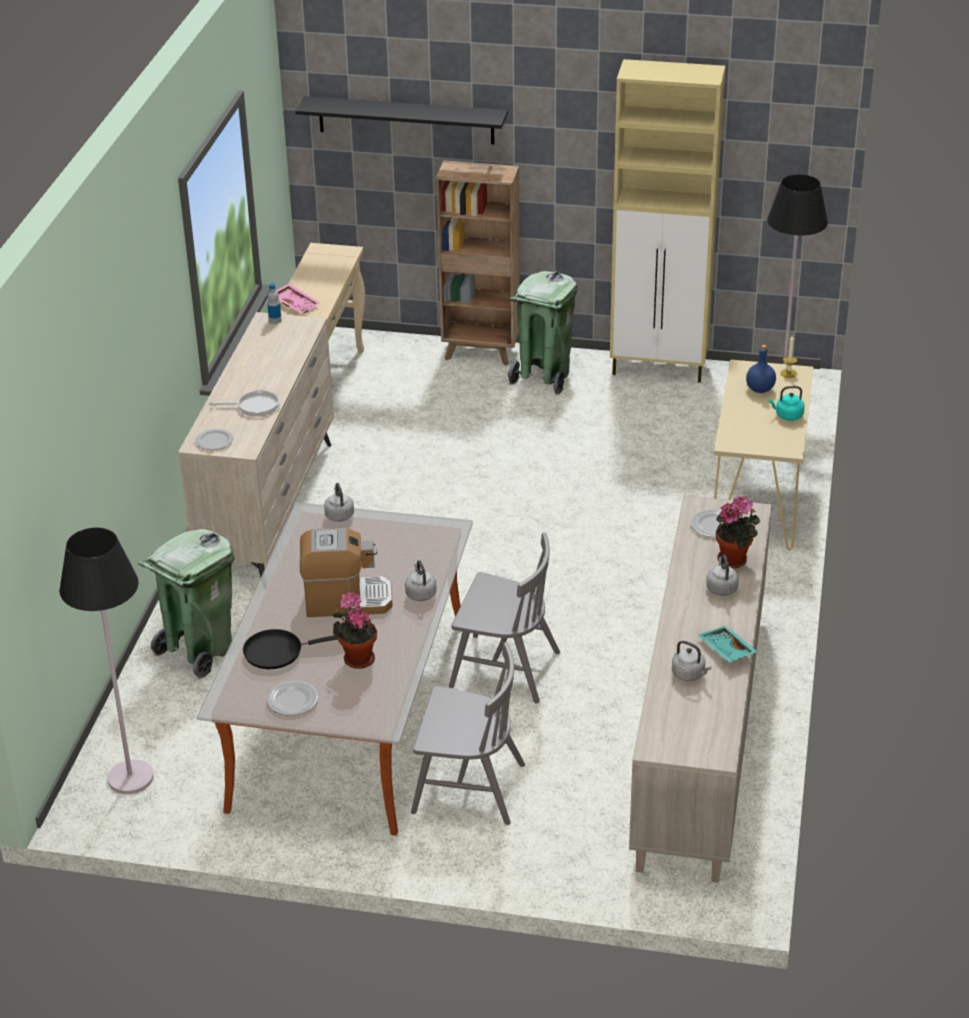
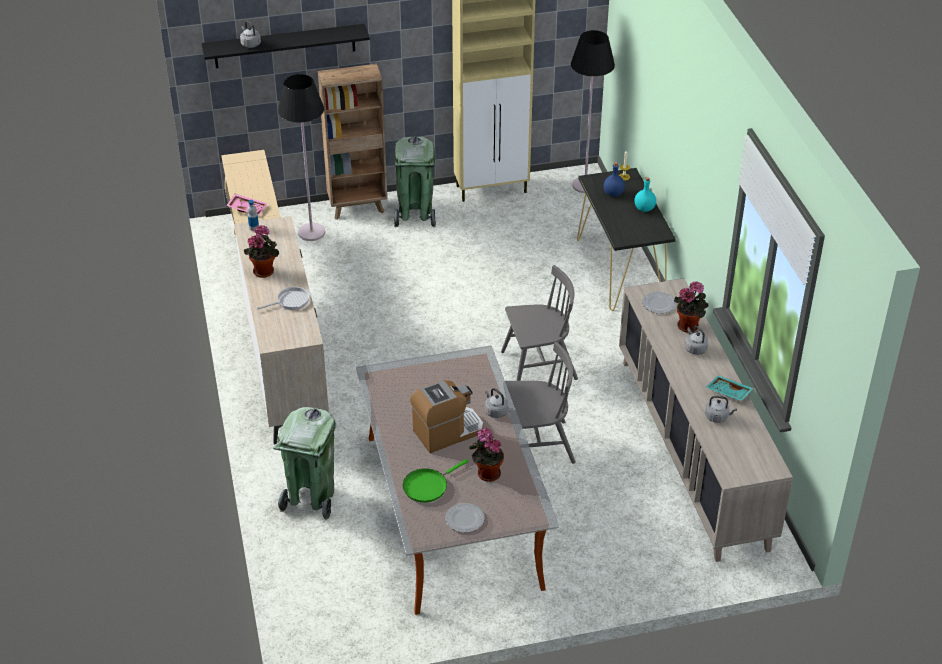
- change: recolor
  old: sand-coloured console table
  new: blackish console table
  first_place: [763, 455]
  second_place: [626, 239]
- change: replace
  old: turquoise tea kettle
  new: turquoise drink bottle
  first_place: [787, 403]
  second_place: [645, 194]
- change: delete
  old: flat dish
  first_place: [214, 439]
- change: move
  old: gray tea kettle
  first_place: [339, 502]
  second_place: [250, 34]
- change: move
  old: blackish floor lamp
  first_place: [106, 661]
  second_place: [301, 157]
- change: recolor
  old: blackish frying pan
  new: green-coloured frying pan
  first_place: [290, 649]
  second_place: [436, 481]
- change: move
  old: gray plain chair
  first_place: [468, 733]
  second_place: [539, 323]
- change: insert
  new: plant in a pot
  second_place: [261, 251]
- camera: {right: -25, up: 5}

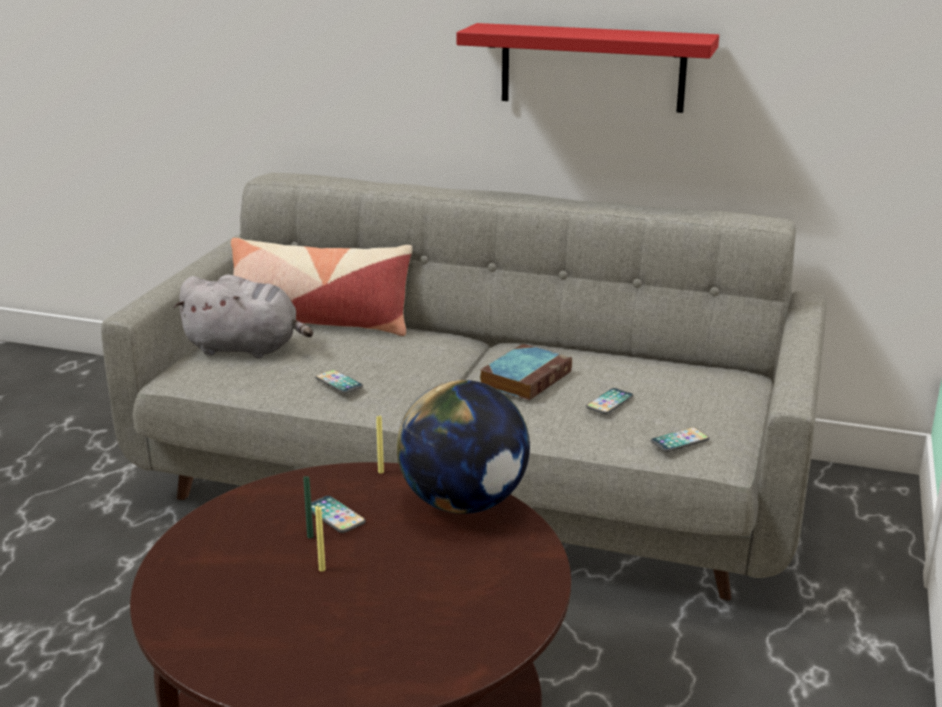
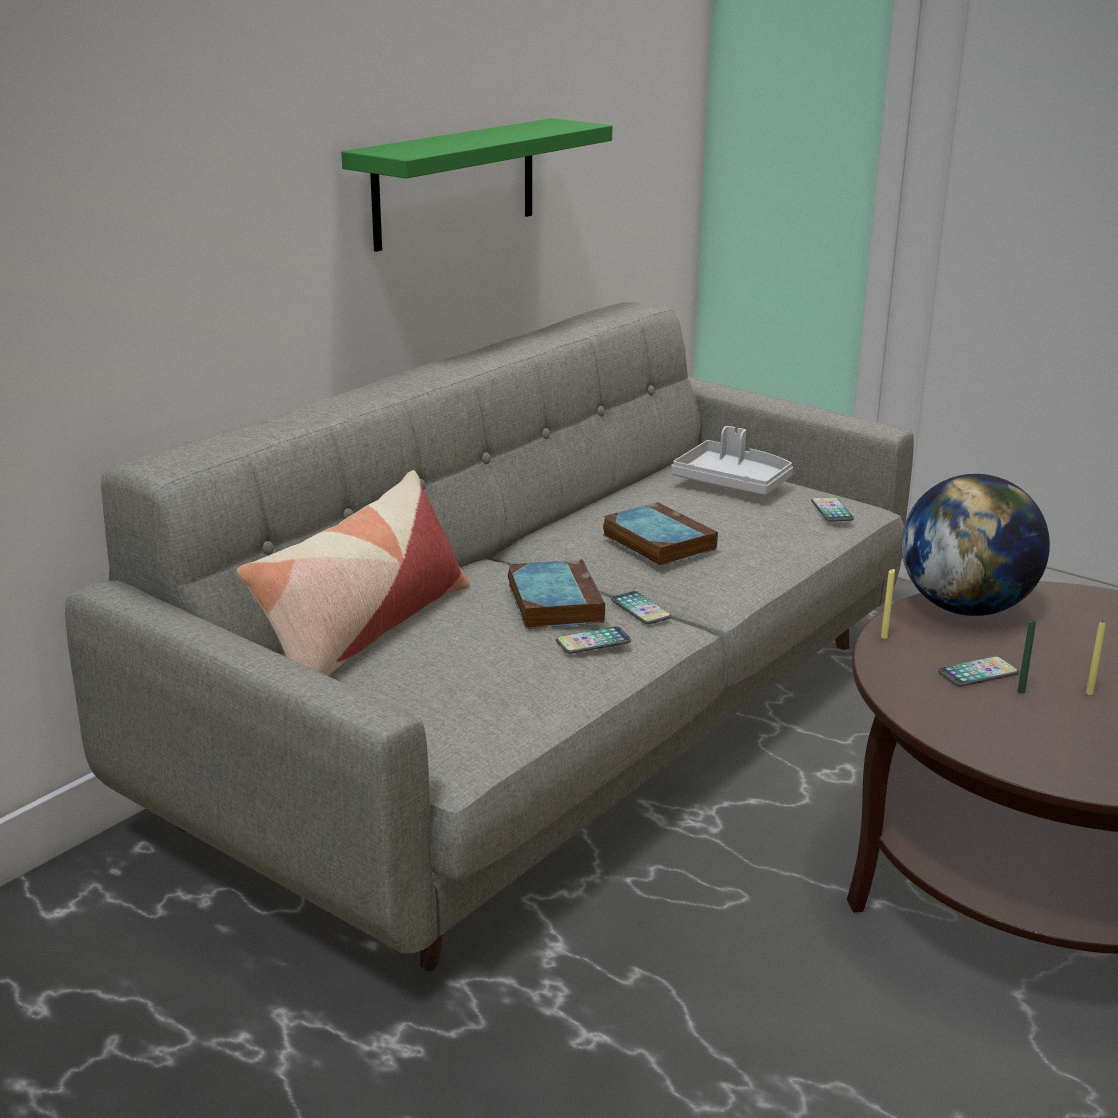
- change: recolor
  old: reddish shelf
  new: green-coloured shelf
  first_place: [587, 68]
  second_place: [476, 185]
- change: delete
  old: gray cuddly toy
  first_place: [243, 316]
- change: move
  old: handset
  first_place: [610, 401]
  second_place: [641, 607]
- change: insert
  new: gray carrying tray
  second_place: [732, 460]
- change: insert
  new: book
  second_place: [556, 594]
- camera: {right: -70, up: 0}

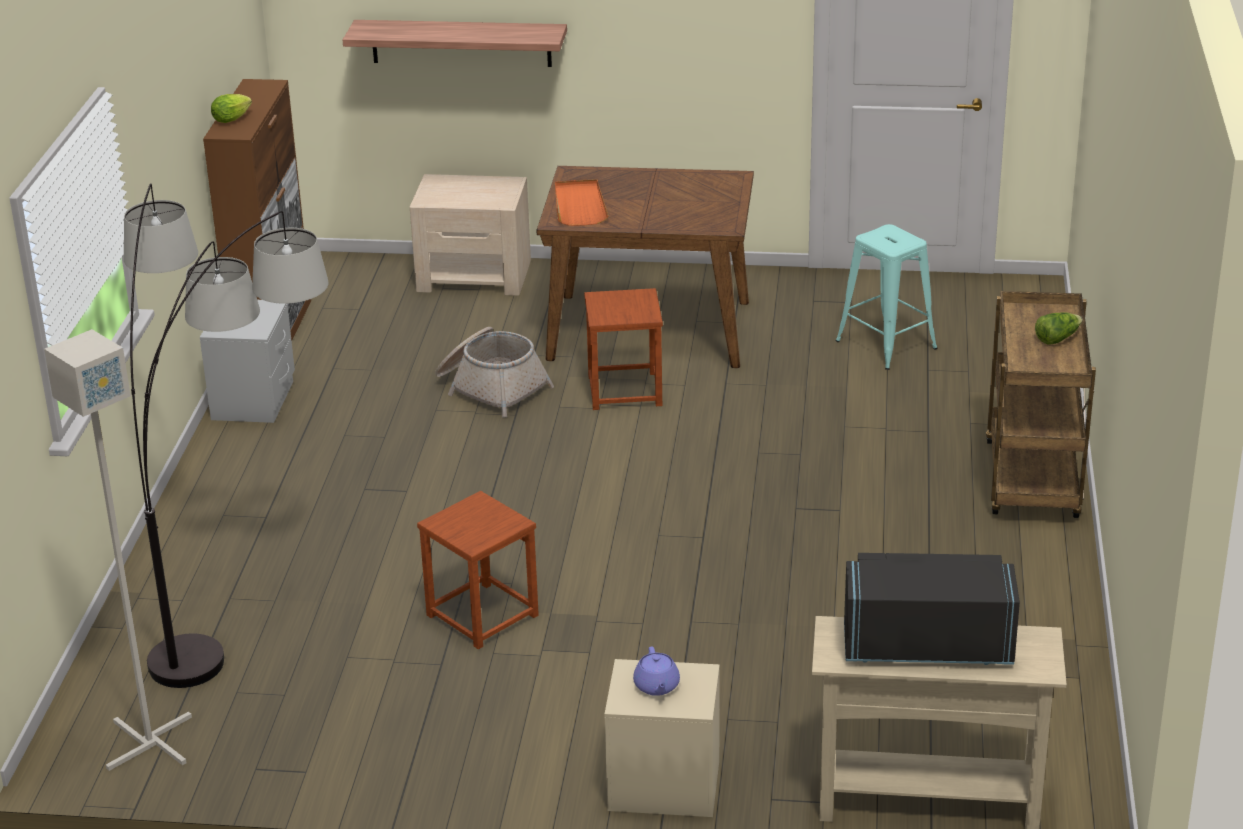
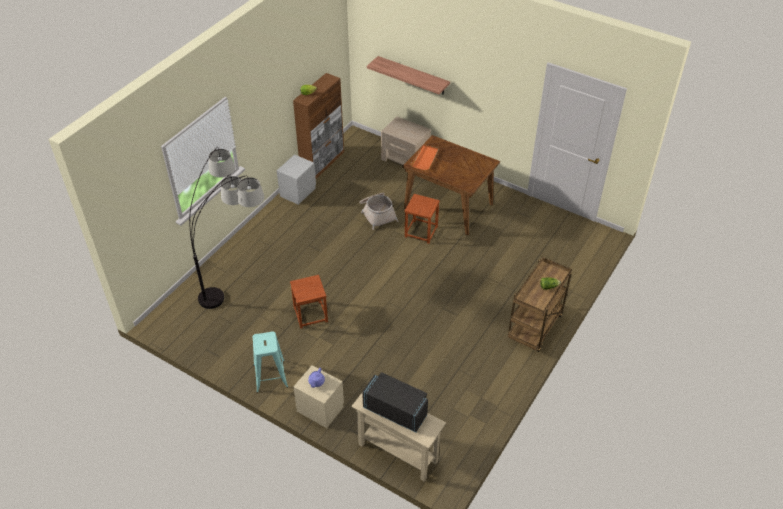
- change: move
  old: turquoise stool
  first_place: [886, 297]
  second_place: [270, 362]
- change: delete
  old: gray floor lamp
  first_place: [118, 550]
- camera: {right: 25, up: 15}

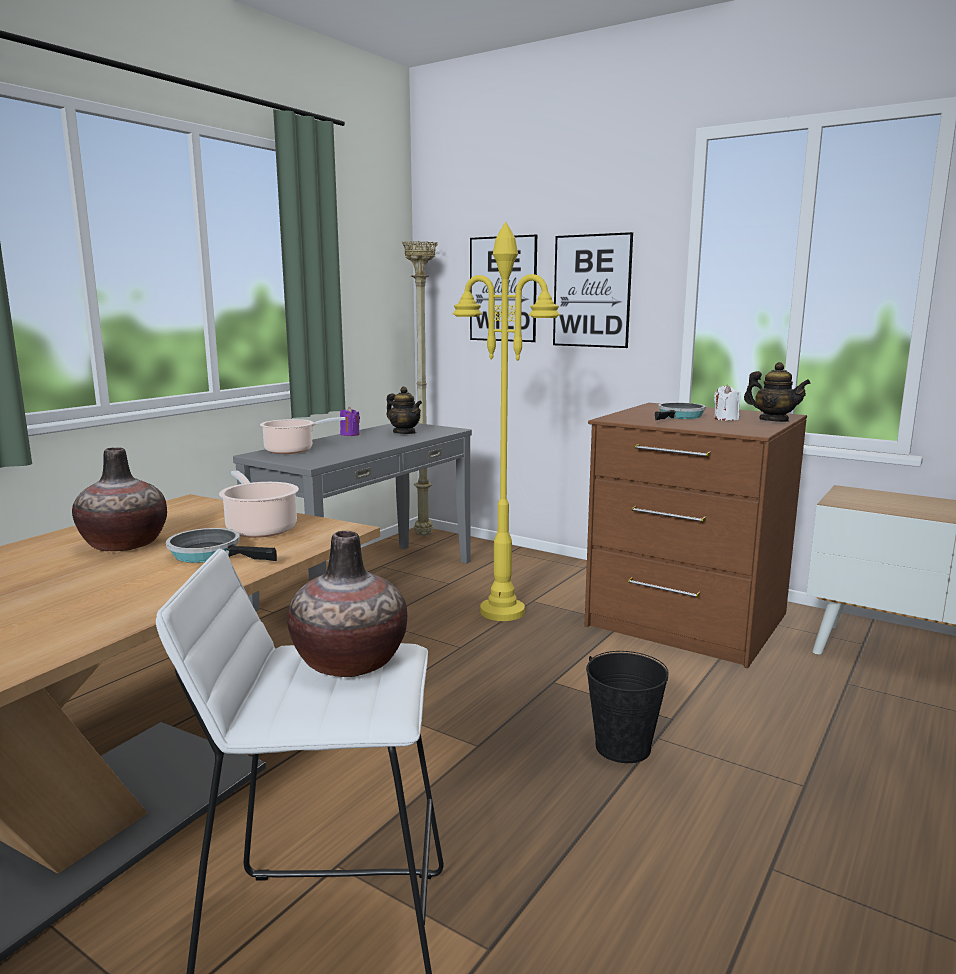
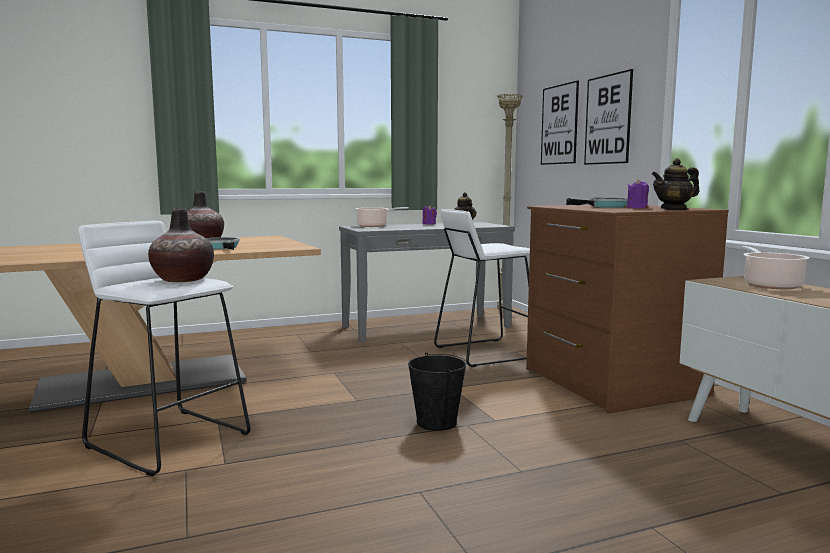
- change: replace
  old: yellow-coloured floor lamp
  new: whitish stool
  first_place: [506, 421]
  second_place: [482, 288]
- change: rotate
  old: teapot
  first_place: [777, 392]
  second_place: [676, 184]
  degrees: 90
- change: recolor
  old: whitish wax light
  new: purple wax light
  first_place: [727, 403]
  second_place: [638, 194]
- change: move
  old: cooking pot
  first_place: [259, 504]
  second_place: [775, 267]
- camera: {right: 35, up: -5}

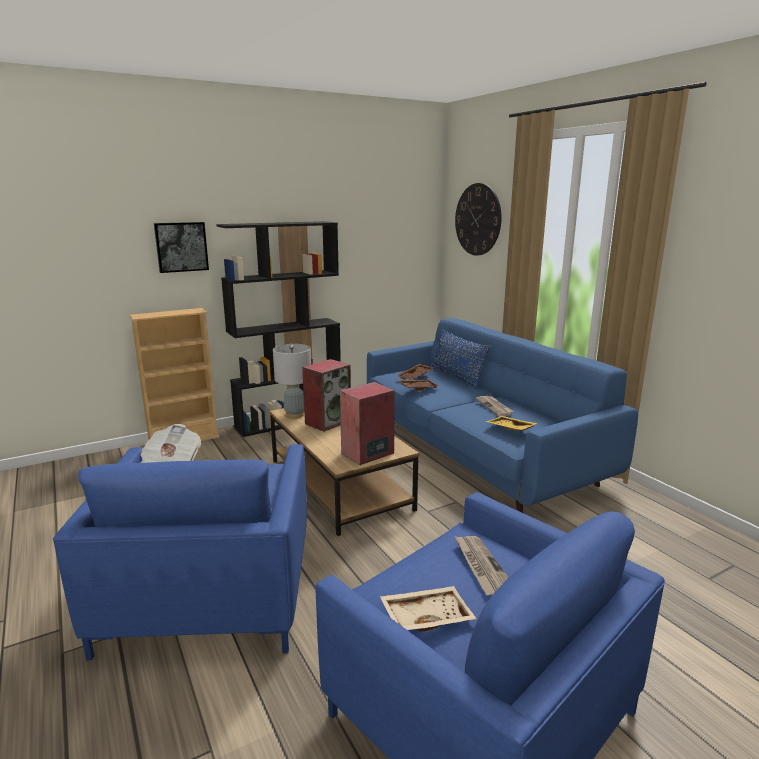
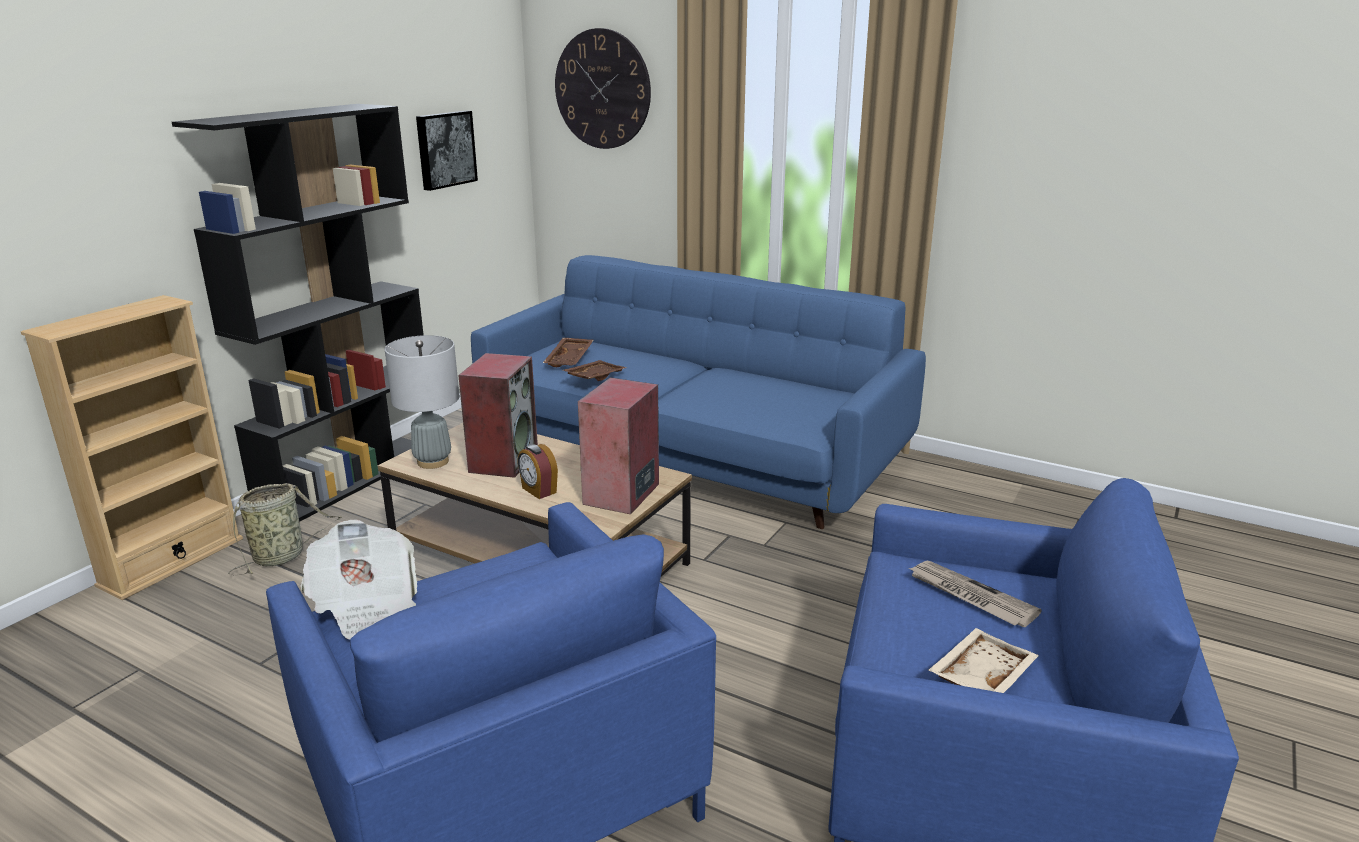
- change: move
  old: wall art
  first_place: [181, 247]
  second_place: [447, 150]
- change: delete
  old: blue-coloured throw pillow
  first_place: [460, 359]
- change: delete
  old: printed paper
  first_place: [494, 406]
- change: delete
  old: yellow-coloured carrying tray
  first_place: [511, 423]
- change: insert
  new: alarm clock
  second_place: [537, 471]
- change: insert
  new: basket
  second_place: [285, 529]
- camera: {right: -30, up: 5}

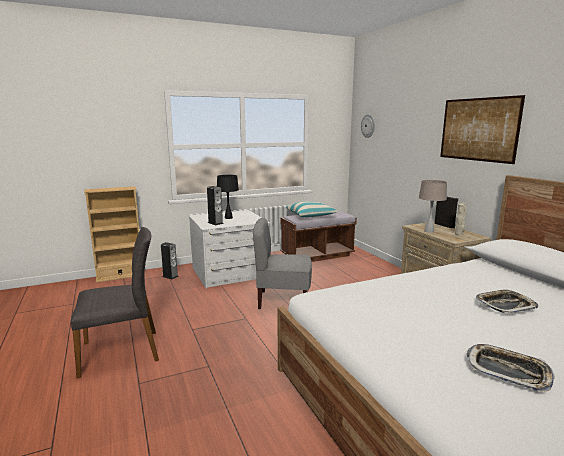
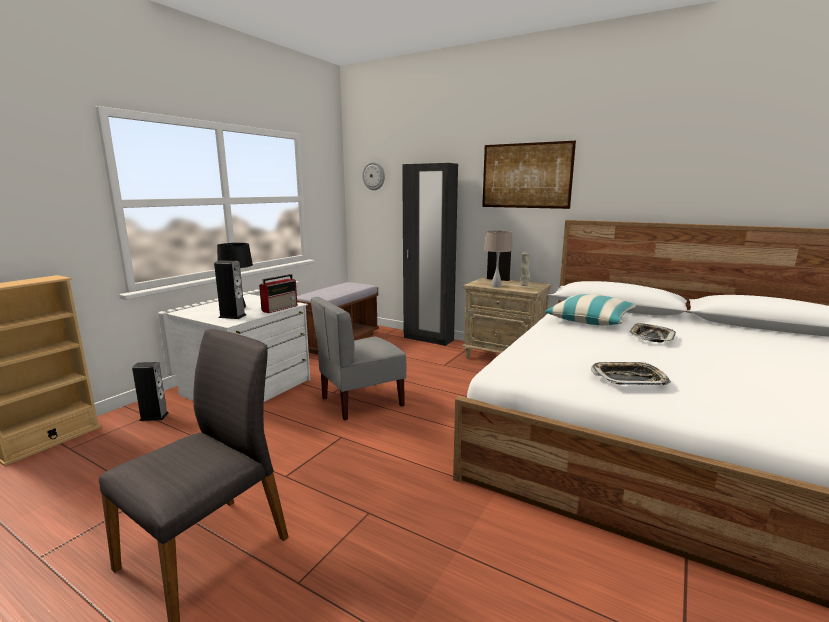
- change: move
  old: throw pillow
  first_place: [312, 209]
  second_place: [590, 309]
- change: move
  old: carrying tray
  first_place: [510, 368]
  second_place: [631, 373]
- change: insert
  new: blackish wardrobe
  second_place: [430, 254]
- change: insert
  new: radio set
  second_place: [278, 293]
- camera: {right: -35, up: 0}

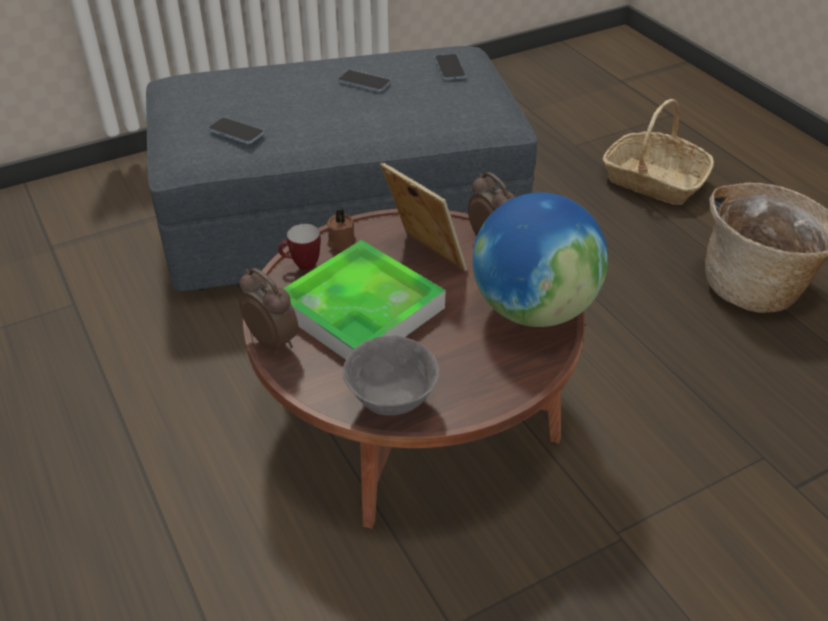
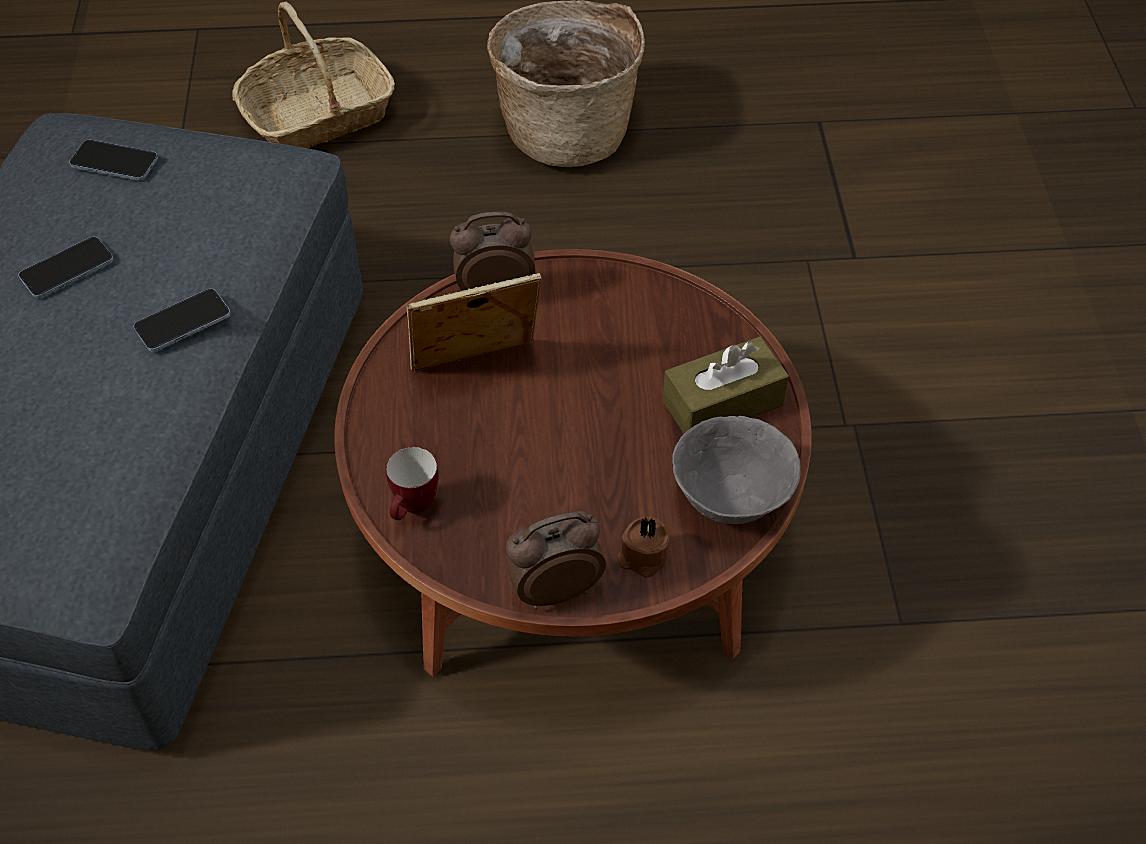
- change: move
  old: handset
  first_place: [236, 130]
  second_place: [182, 320]
- change: delete
  old: world globe
  first_place: [540, 259]
- change: move
  old: brown wax light
  first_place: [341, 229]
  second_place: [644, 546]
- change: delete
  old: carrying tray
  first_place: [364, 300]
- change: insert
  new: brown tissue box
  second_place: [726, 385]
- camera: {right: -65, up: 10}

